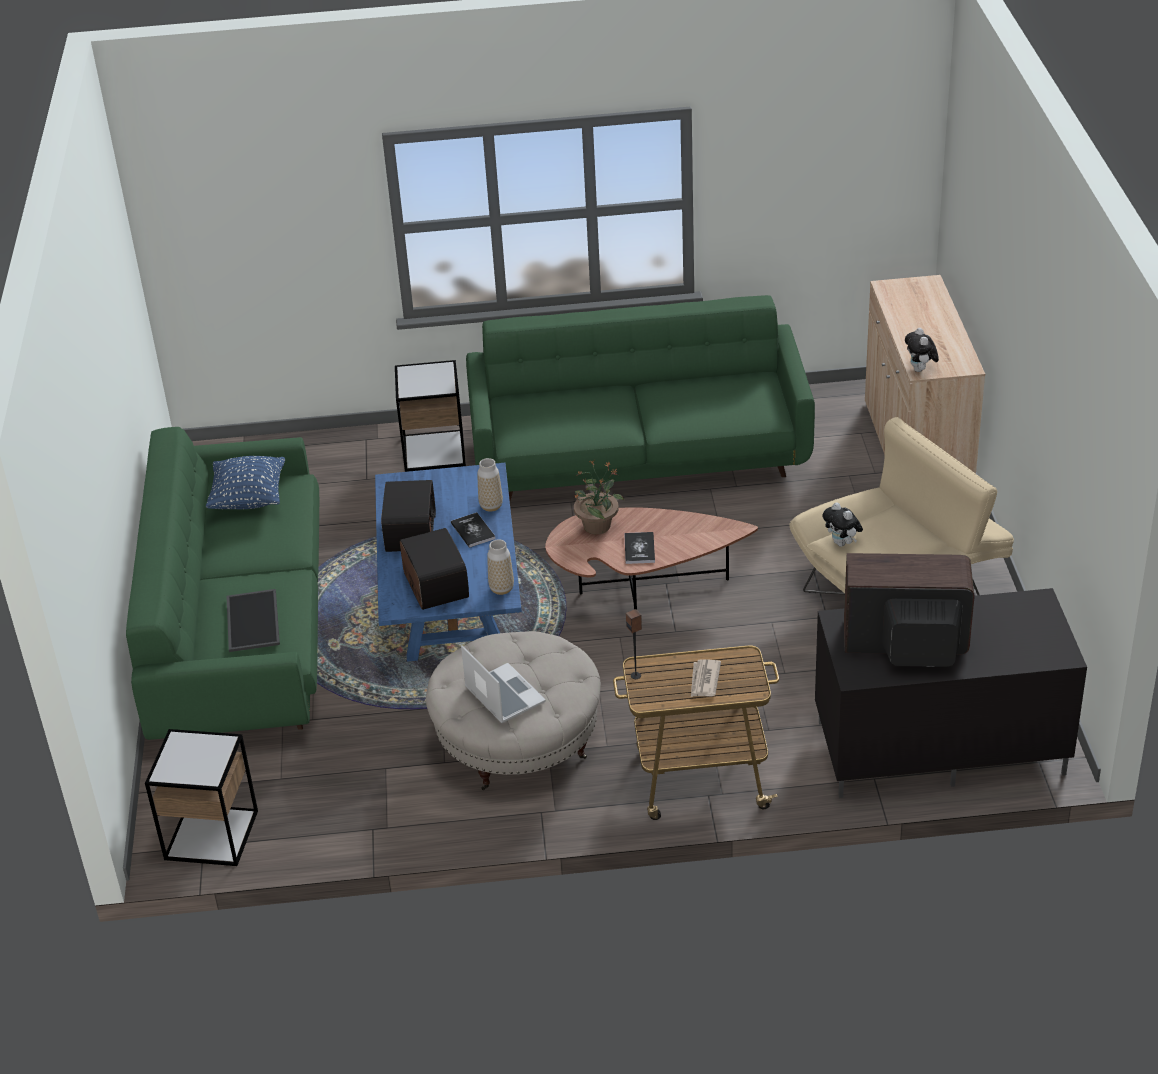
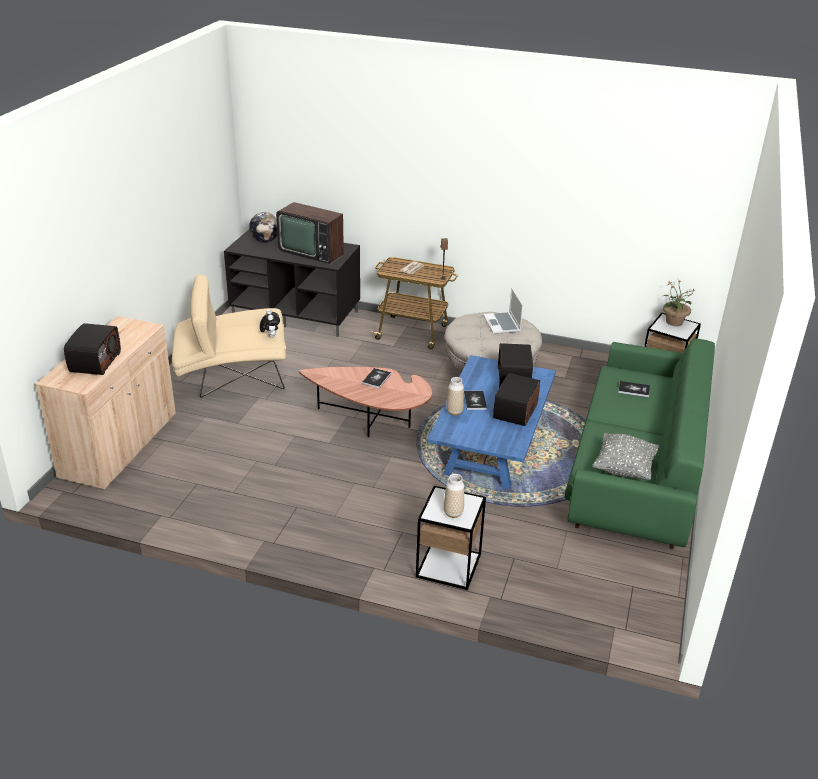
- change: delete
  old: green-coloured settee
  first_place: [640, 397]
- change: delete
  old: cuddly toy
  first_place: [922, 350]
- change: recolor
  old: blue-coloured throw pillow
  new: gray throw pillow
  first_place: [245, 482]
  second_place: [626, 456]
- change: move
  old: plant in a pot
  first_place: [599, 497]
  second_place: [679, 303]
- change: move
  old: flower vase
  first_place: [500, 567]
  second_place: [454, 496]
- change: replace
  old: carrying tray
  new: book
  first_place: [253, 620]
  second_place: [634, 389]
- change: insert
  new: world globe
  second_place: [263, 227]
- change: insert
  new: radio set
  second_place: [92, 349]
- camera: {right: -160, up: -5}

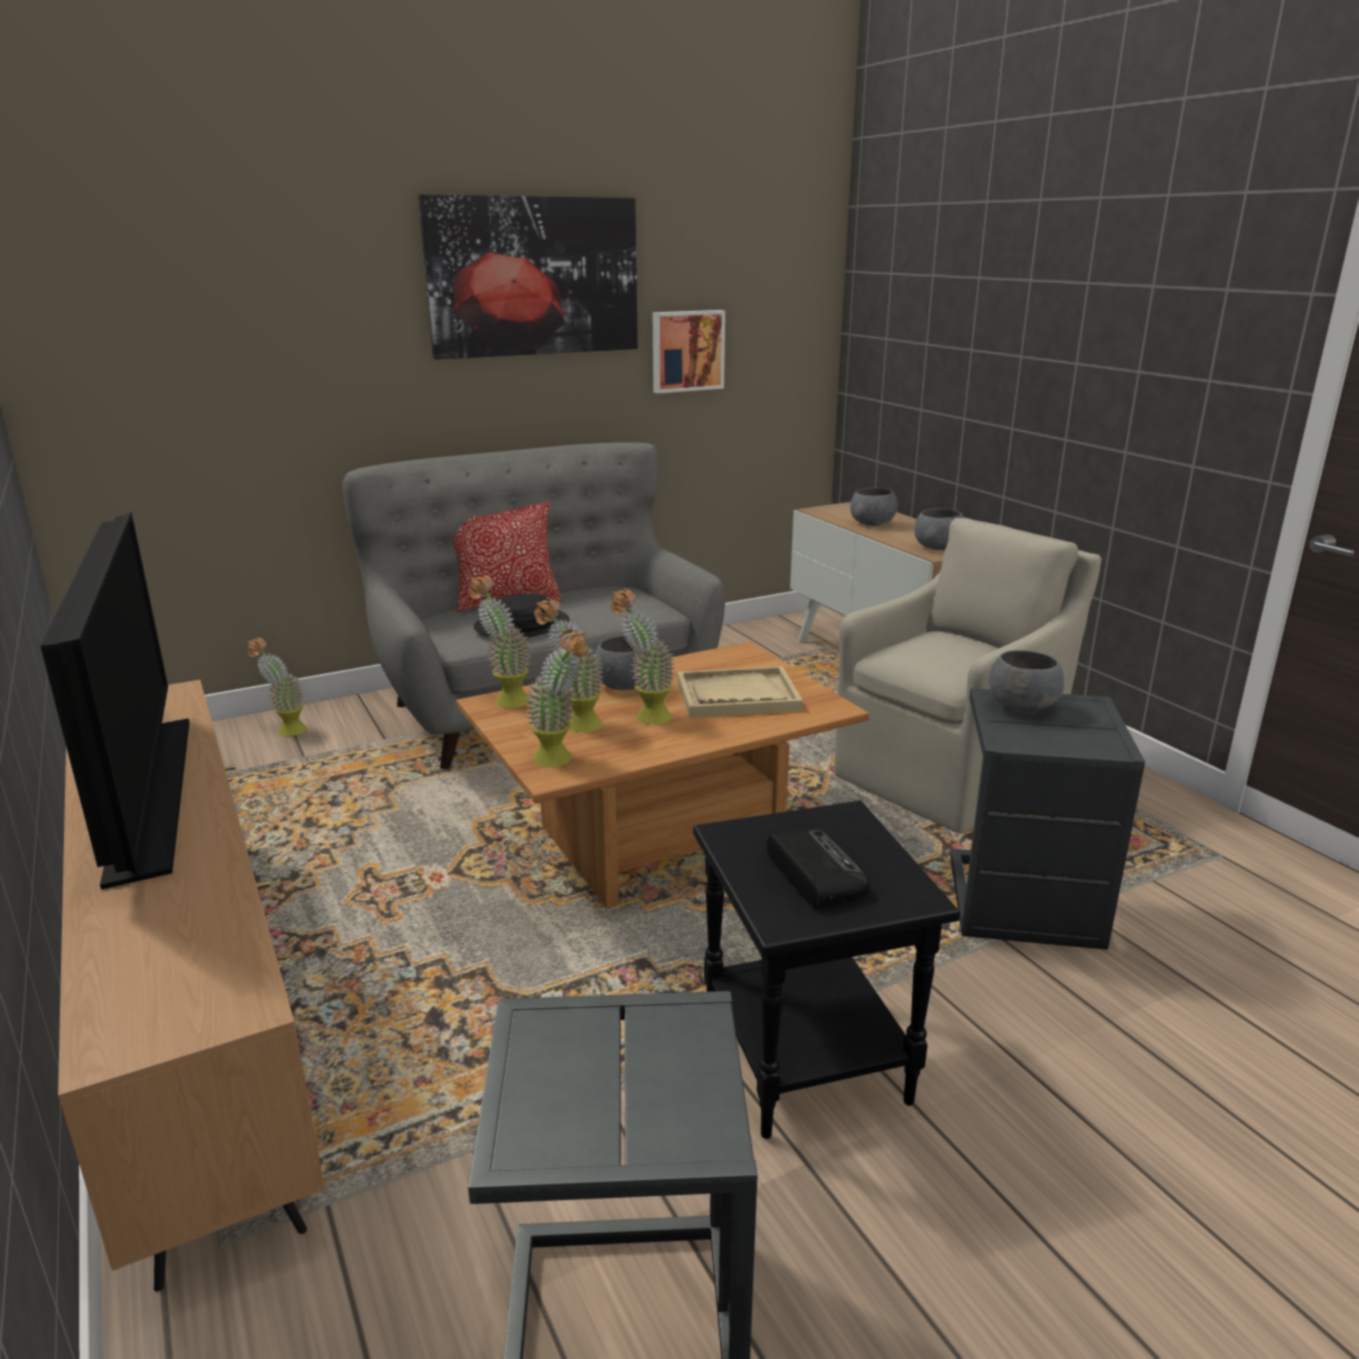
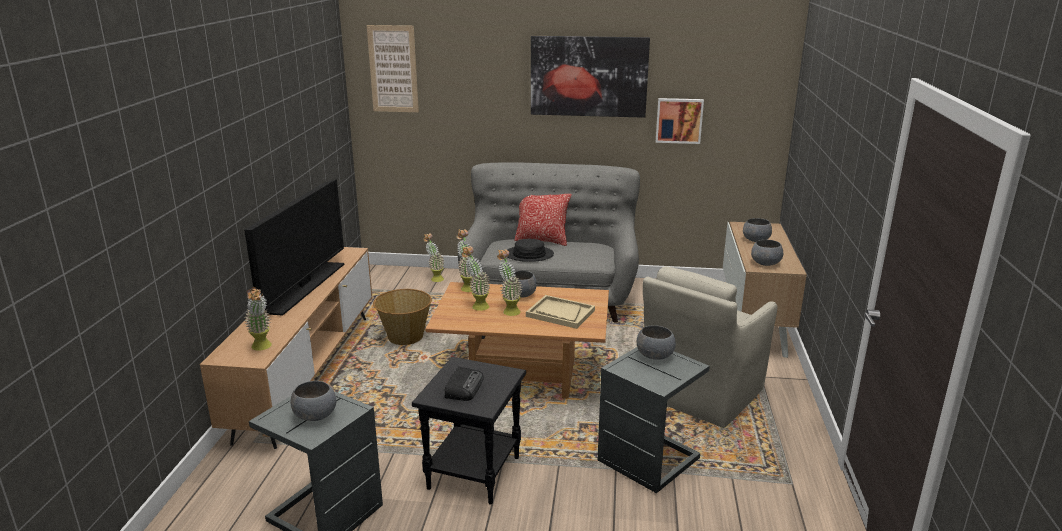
- change: rotate
  old: sand-coloured easy chair
  first_place: [967, 676]
  second_place: [710, 347]
  degrees: 135
- change: move
  old: plant in a pot
  first_place: [557, 698]
  second_place: [258, 319]
- change: insert
  new: wall art
  second_place: [393, 68]
- change: insert
  new: basket
  second_place: [402, 317]
- change: insert
  new: gray bowl
  second_place: [313, 401]
- camera: {right: 35, up: 0}

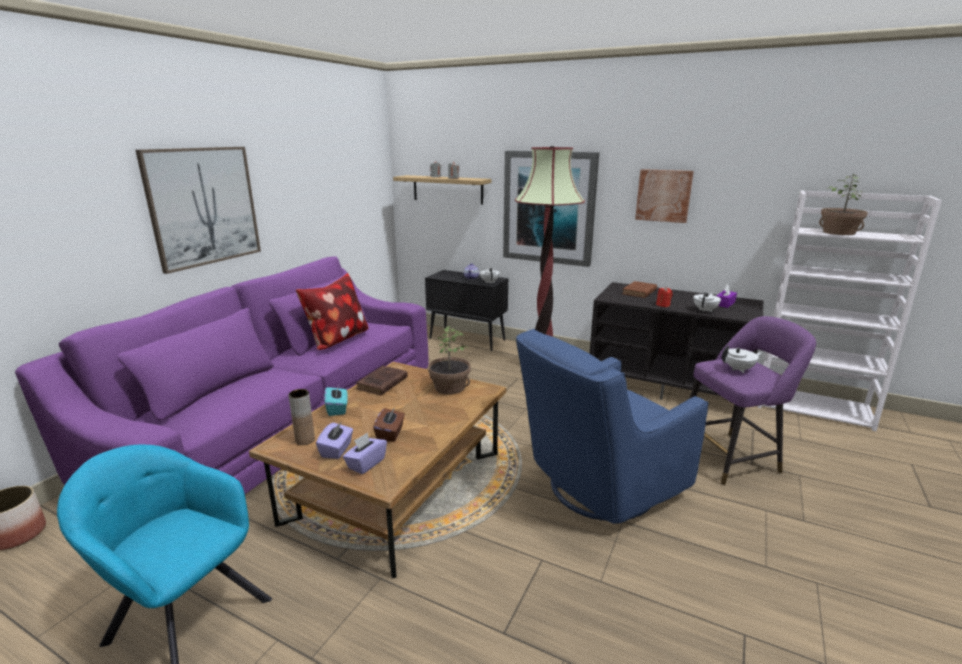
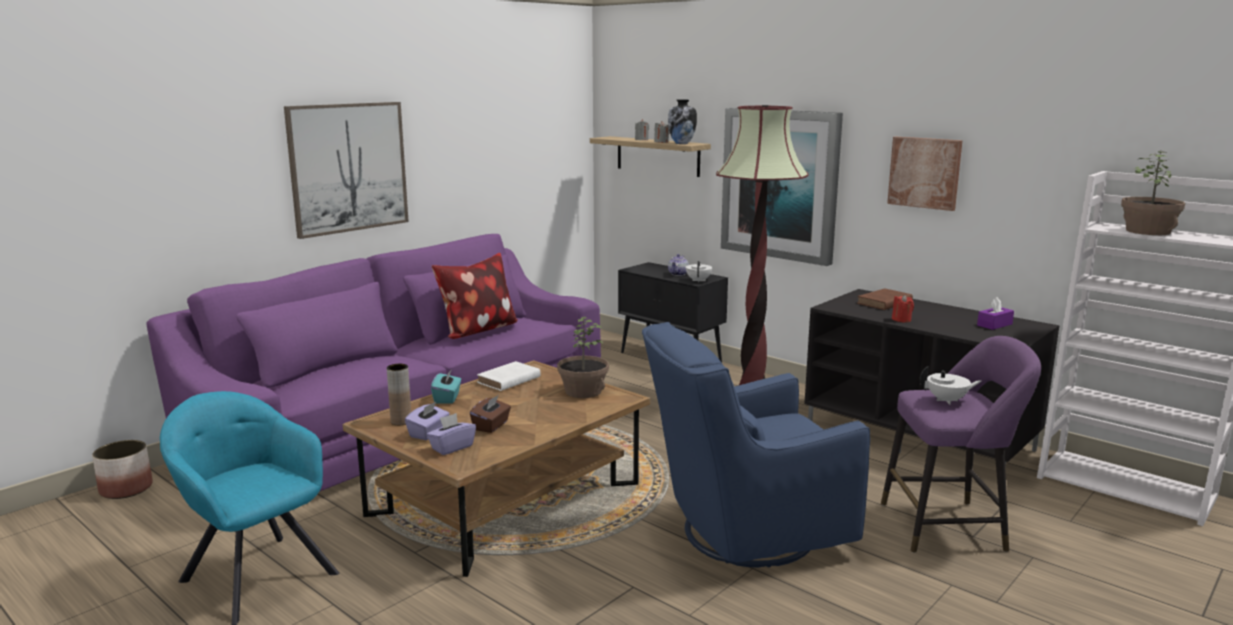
- change: delete
  old: whitish teapot
  first_place: [707, 302]
- change: recolor
  old: brown book
  new: whitish book
  first_place: [382, 380]
  second_place: [509, 376]
- change: insert
  new: flower vase
  second_place: [682, 122]
- camera: {right: 15, up: -5}

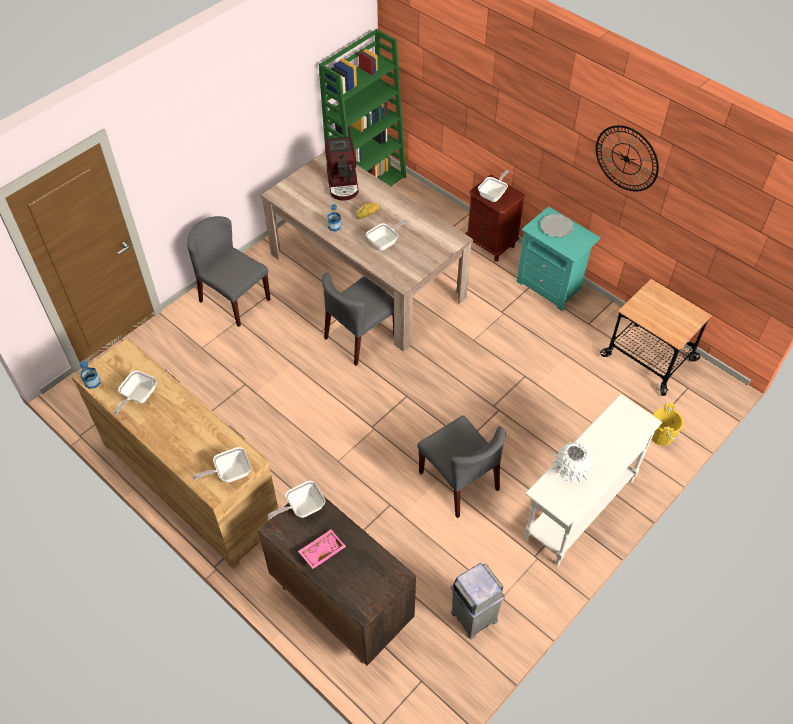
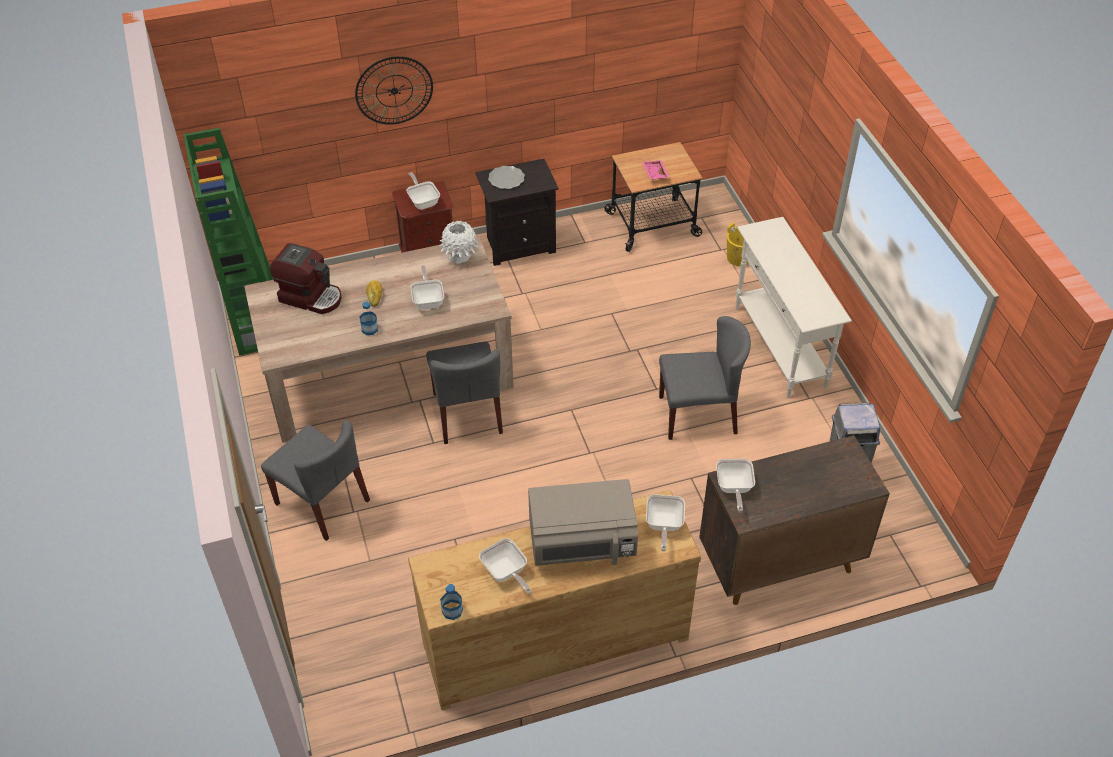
- change: move
  old: clock on the wall
  first_place: [627, 158]
  second_place: [394, 90]
- change: recolor
  old: turquoise night table
  new: blackish night table
  first_place: [559, 258]
  second_place: [517, 212]
- change: rotate
  old: gray plain chair
  first_place: [228, 271]
  second_place: [315, 480]
  degrees: -120
- change: move
  old: whitish flower vase
  first_place: [573, 462]
  second_place: [459, 242]
- change: move
  old: pink carrying tray
  first_place: [322, 549]
  second_place: [655, 170]
- change: insert
  new: gray microwave
  second_place: [583, 522]
- camera: {right: -60, up: -5}

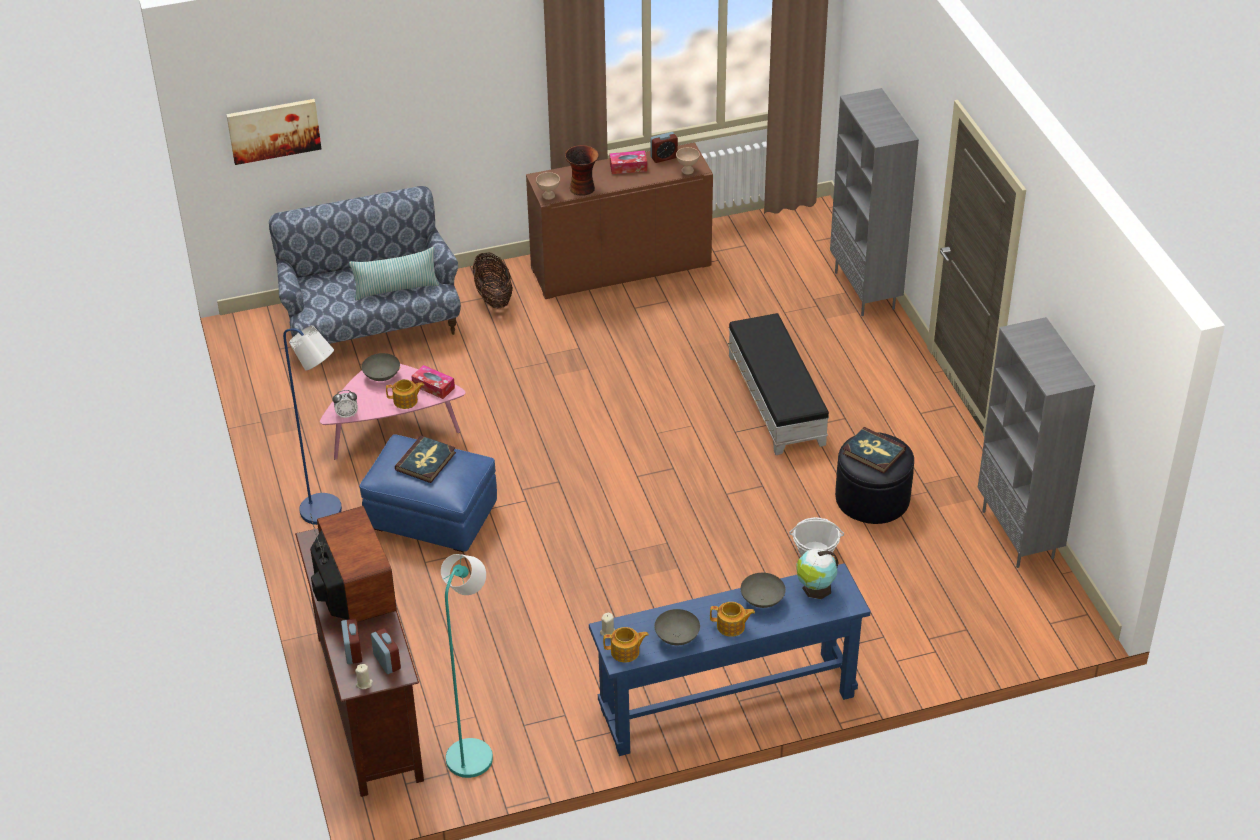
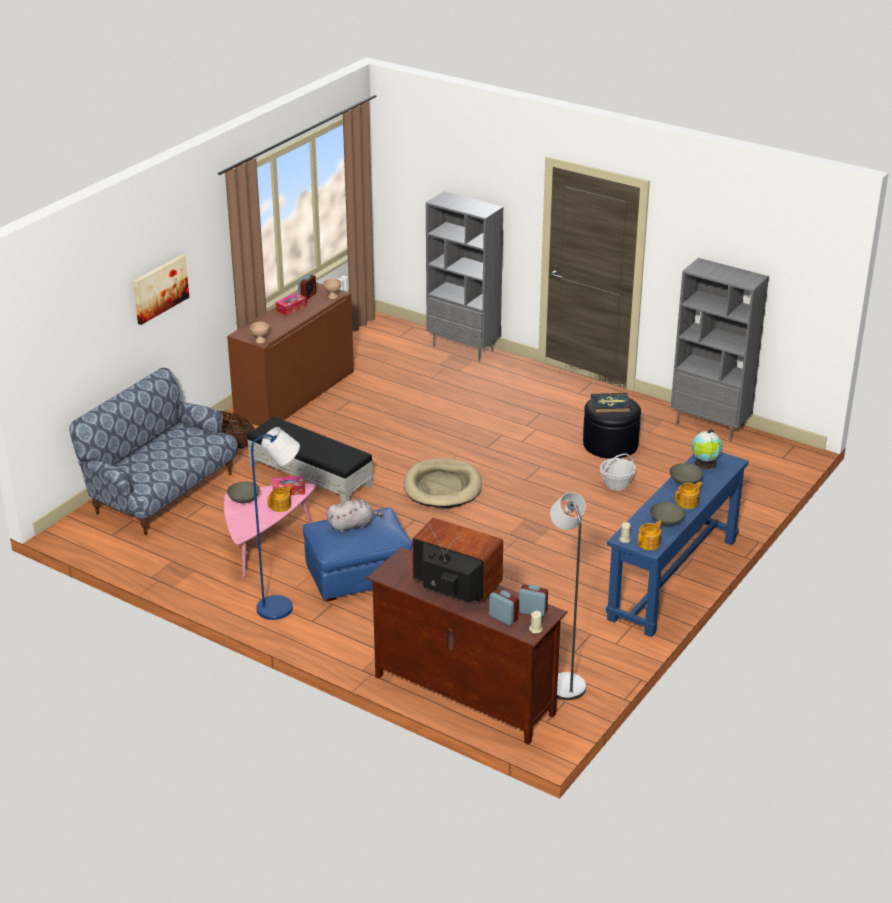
- change: move
  old: wall art
  first_place: [273, 132]
  second_place: [161, 289]
- change: delete
  old: flower vase
  first_place: [582, 170]
- change: delete
  old: throw pillow
  first_place: [394, 274]
- change: move
  old: blackish ottoman
  first_place: [778, 384]
  second_place: [310, 460]
- change: delete
  old: alarm clock
  first_place: [345, 404]
- change: replace
  old: book
  new: gray cuddly toy
  first_place: [425, 459]
  second_place: [355, 516]
- change: recolor
  old: turquoise floor lamp
  new: gray floor lamp
  first_place: [467, 666]
  second_place: [568, 596]
- change: insert
  new: sand-coloured pet bed
  second_place: [443, 483]
- camera: {right: -40, up: -10}

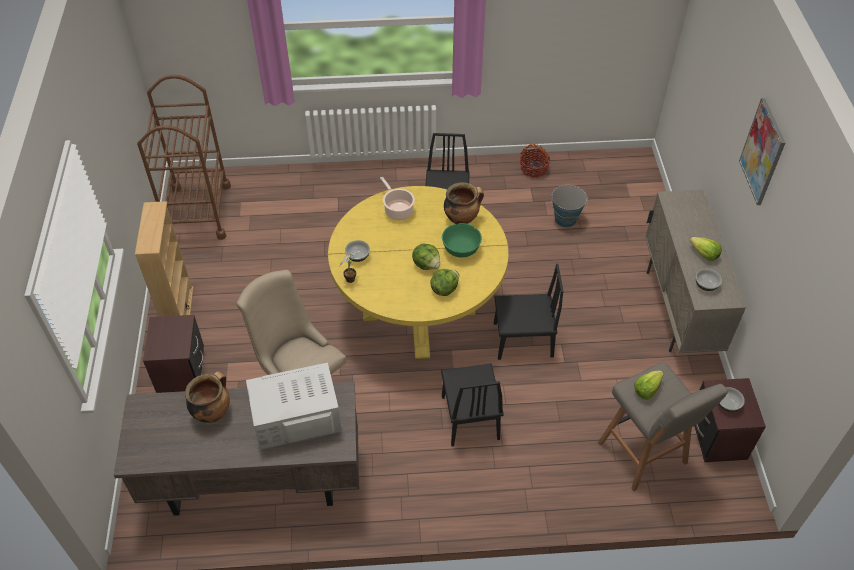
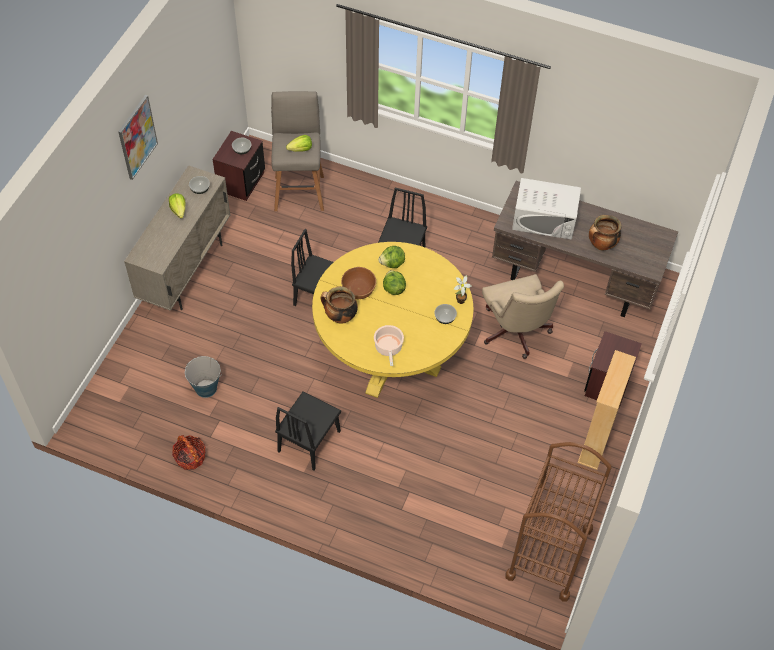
- change: recolor
  old: green-coloured bowl
  new: brown bowl
  first_place: [462, 240]
  second_place: [358, 283]
- camera: {right: -155, up: 5}

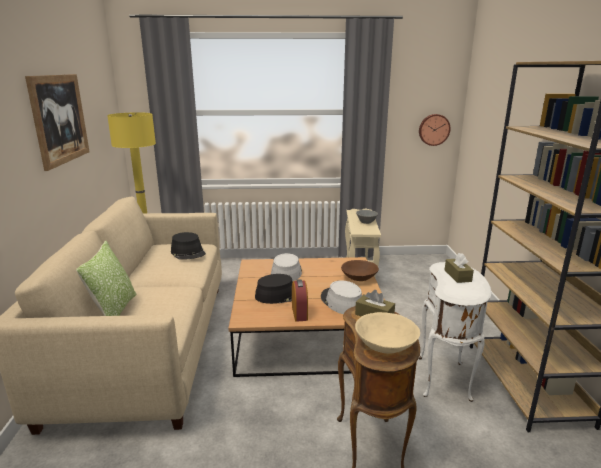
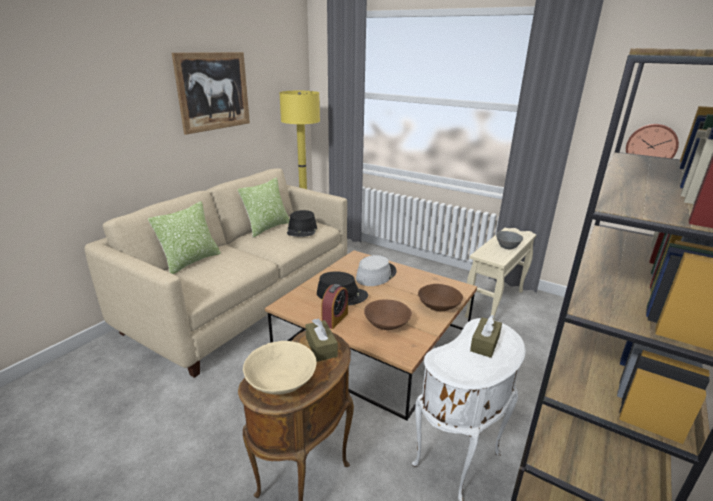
- change: replace
  old: gray hat
  new: brown bowl
  first_place: [341, 297]
  second_place: [388, 315]
- change: insert
  new: throw pillow
  second_place: [264, 207]
- camera: {right: 35, up: 5}

